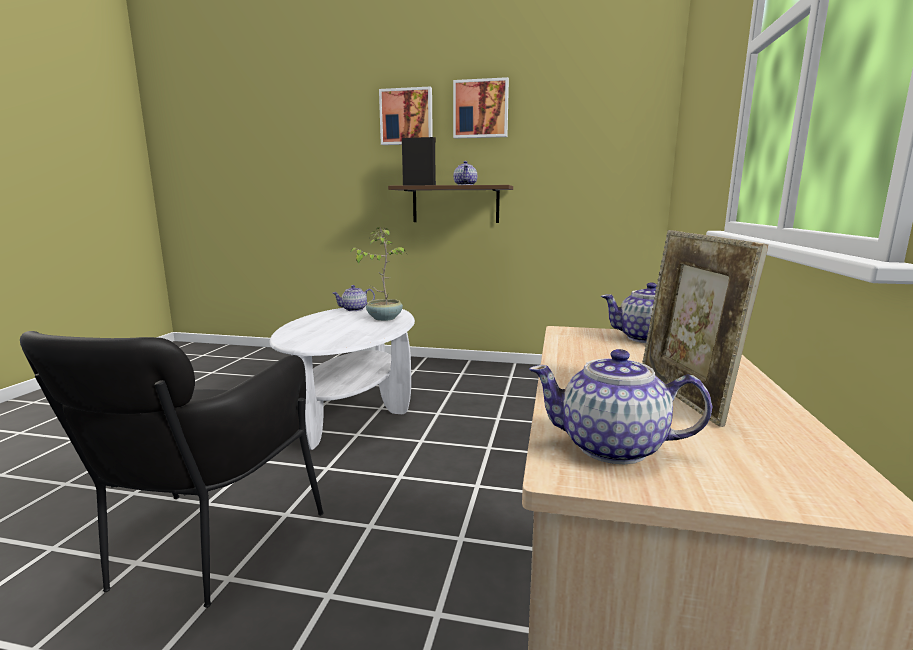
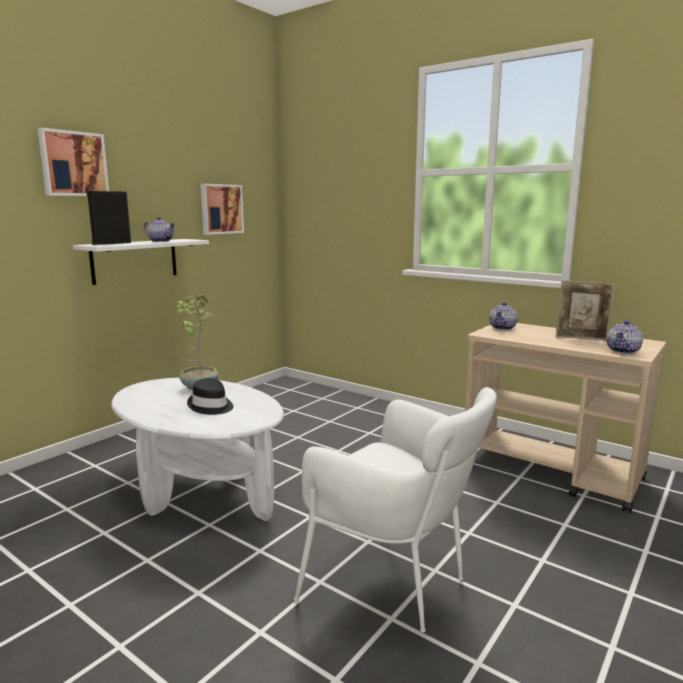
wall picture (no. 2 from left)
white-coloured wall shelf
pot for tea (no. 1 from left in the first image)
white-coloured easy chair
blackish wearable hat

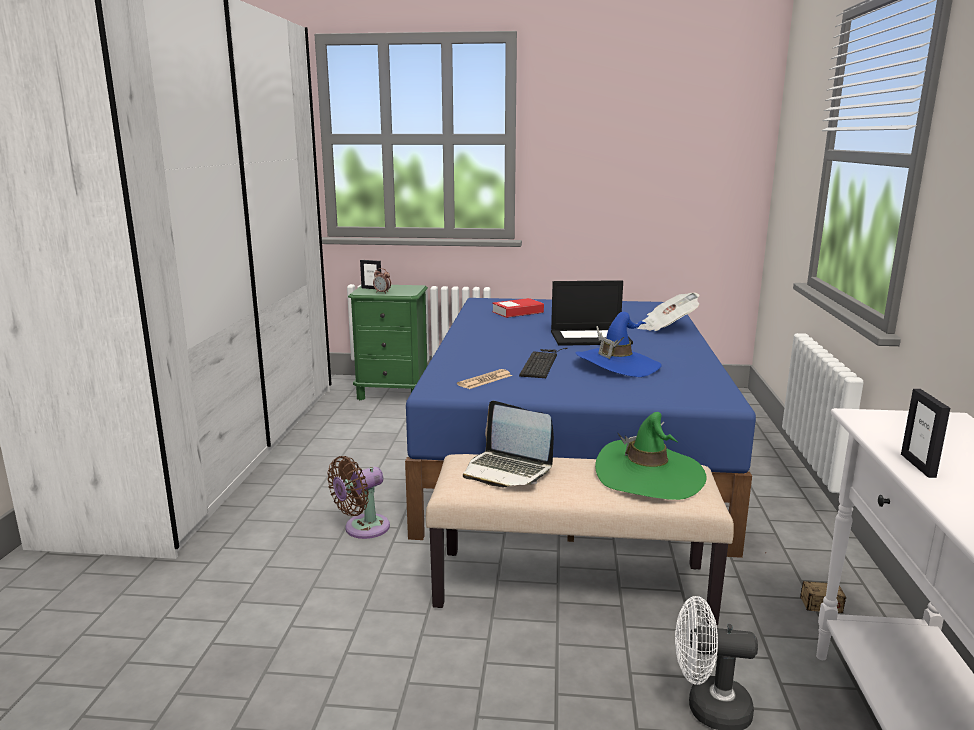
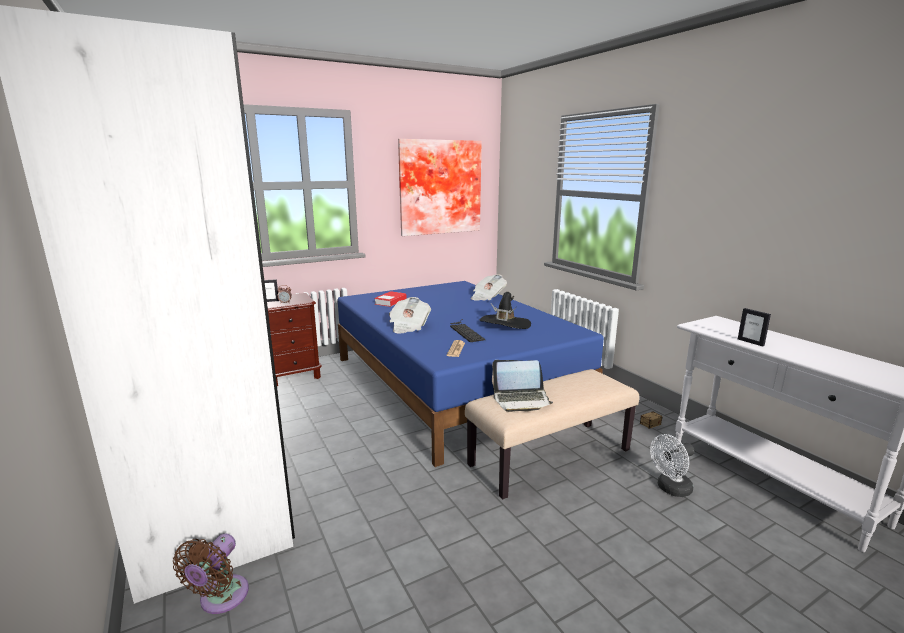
laptop (no. 2 from left in the first image)
brown nightstand
blackish wearable hat
green-coloured wearable hat
brown fan
wall picture
daily paper (no. 1 from left)

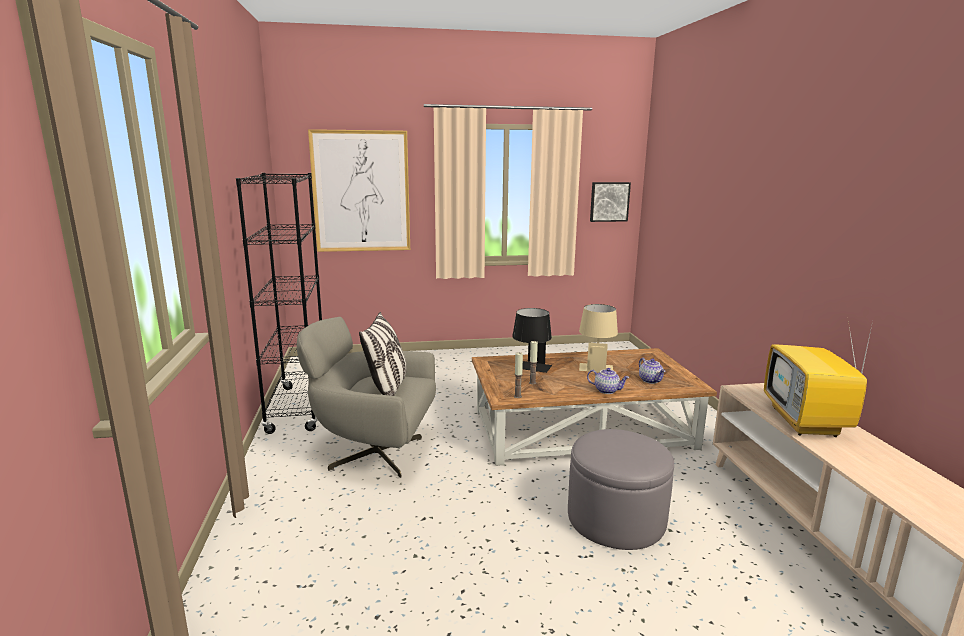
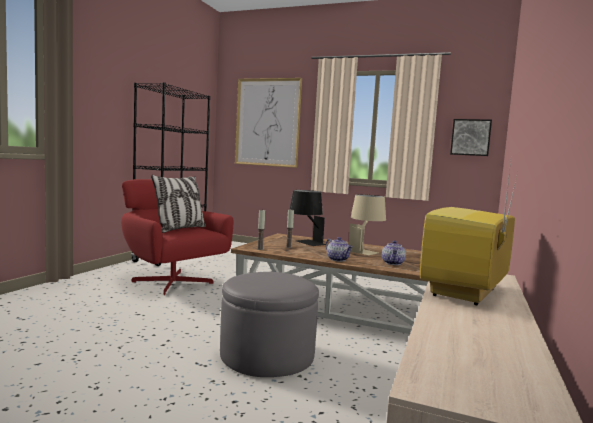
red easy chair

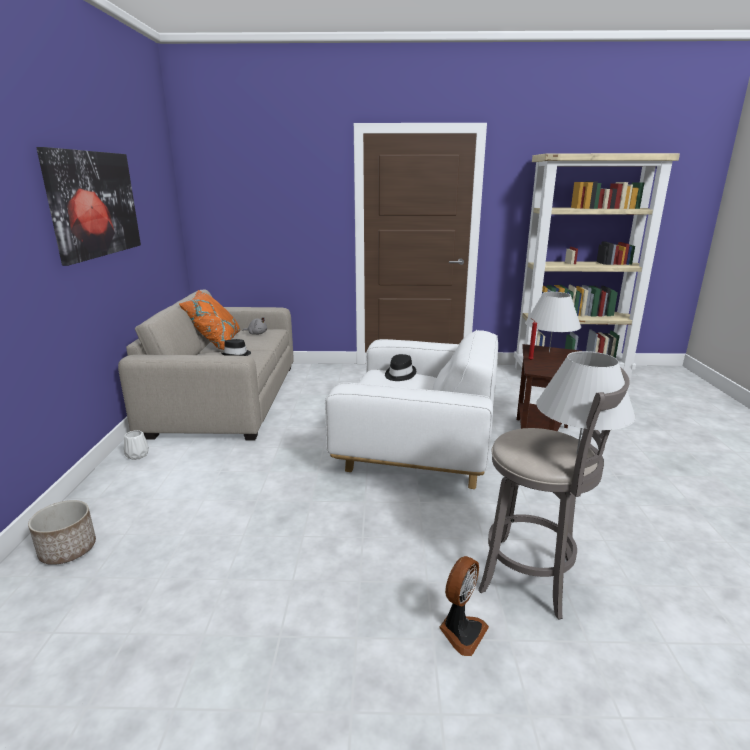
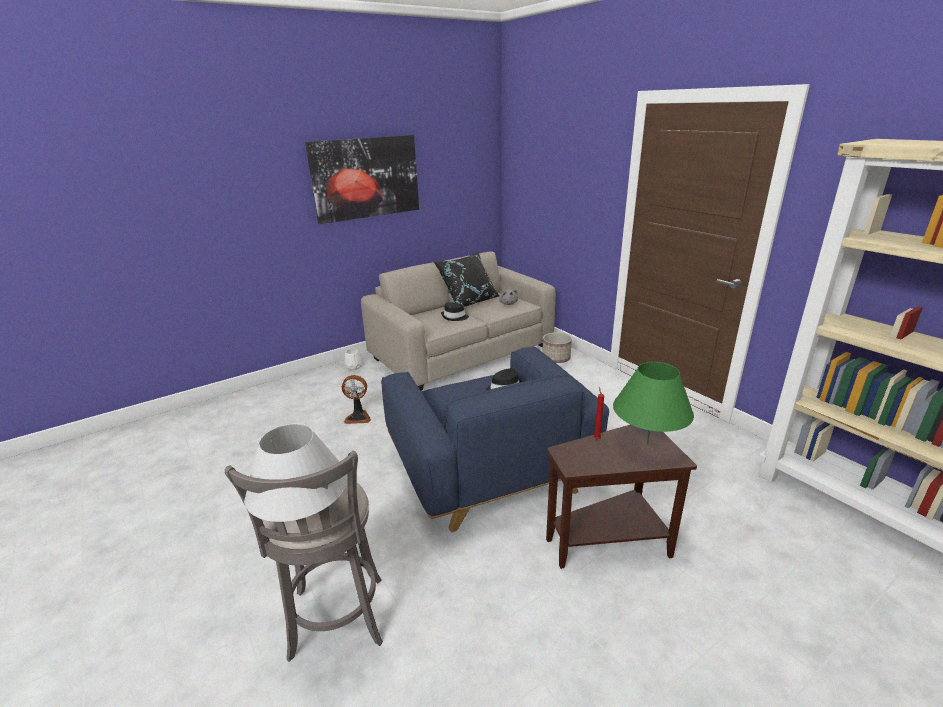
blackish pillow
green-coloured lamp for a table
bluish easy chair
plant pot
fan

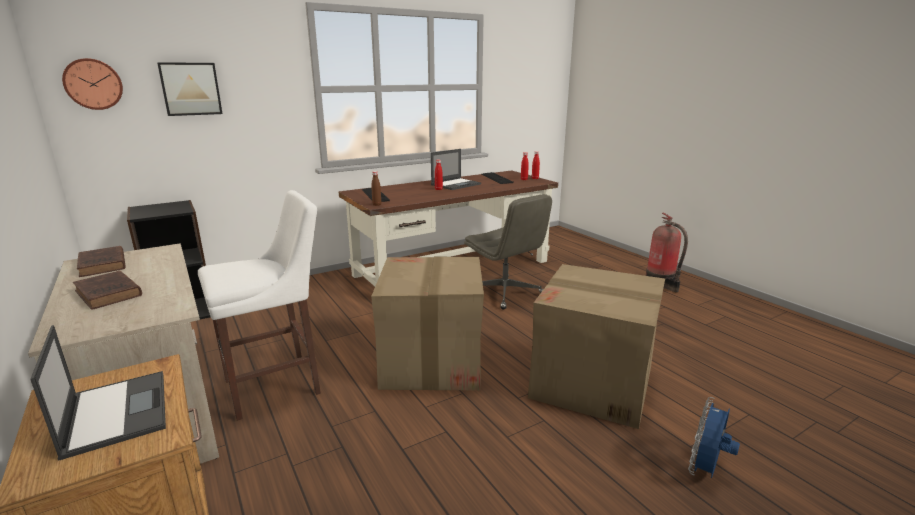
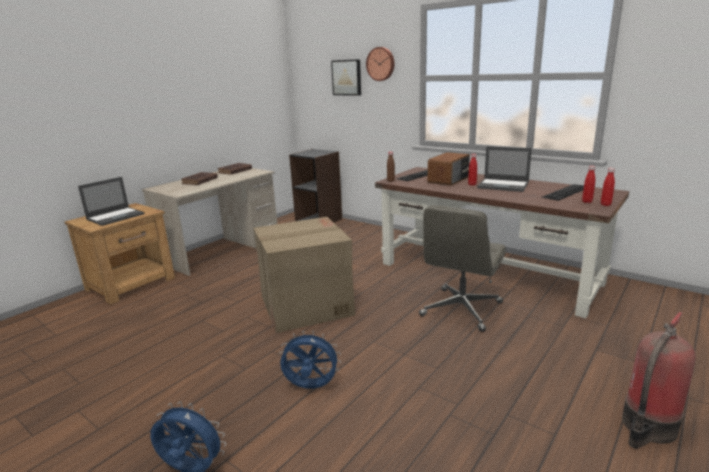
wall clock
white-coloured stool
bluish fan (no. 2 from left)
radio set

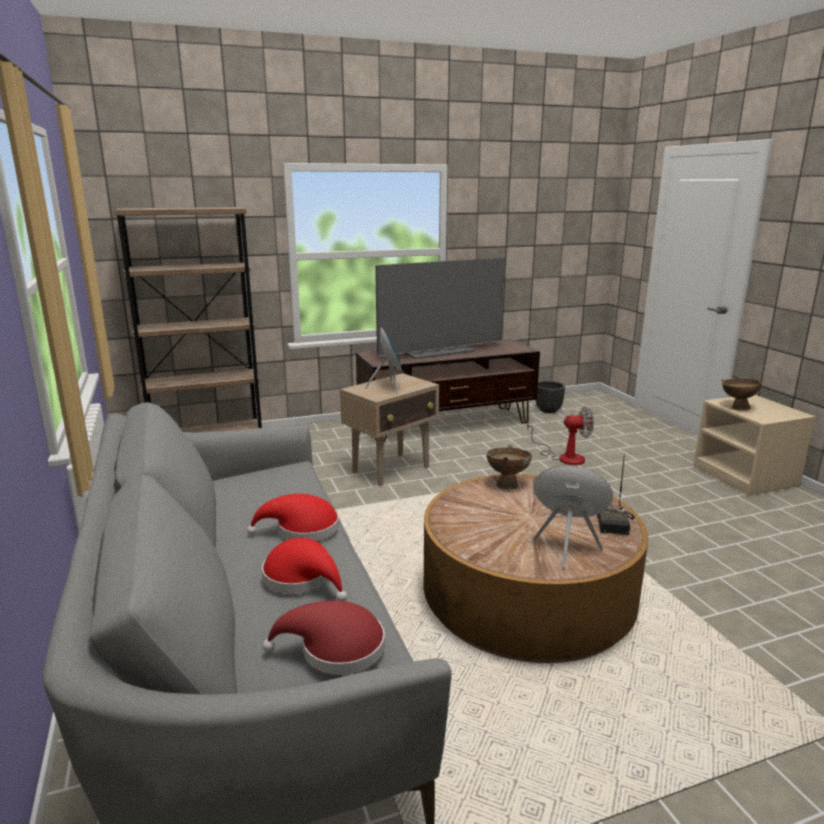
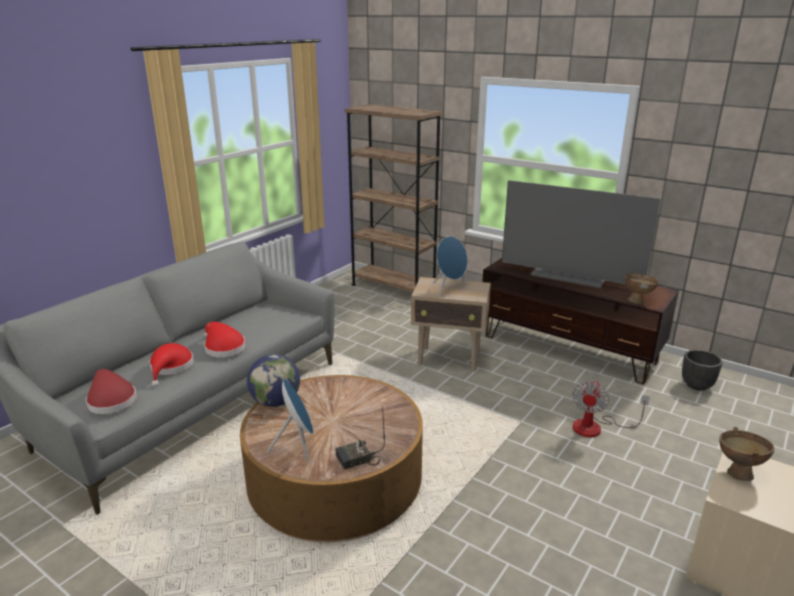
fan
brown bowl (no. 1 from left)
world globe

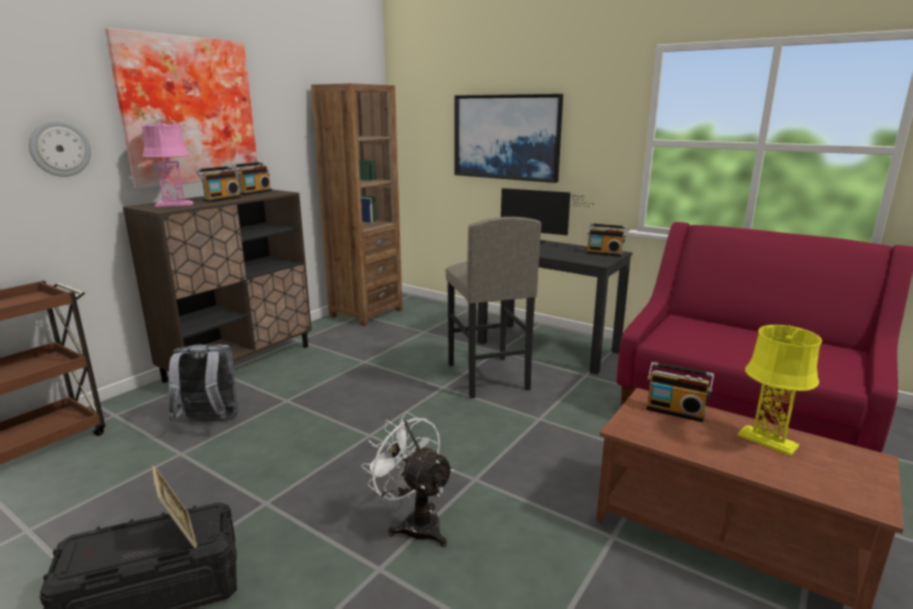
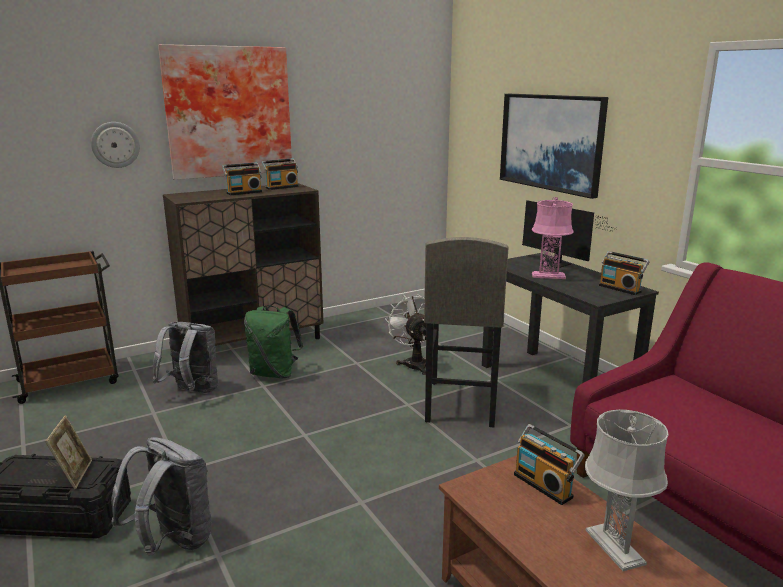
brown shelving unit
pink lamp for a table
grey lamp for a table
white-coloured fan
green-coloured rucksack
grey rucksack (no. 1 from left)

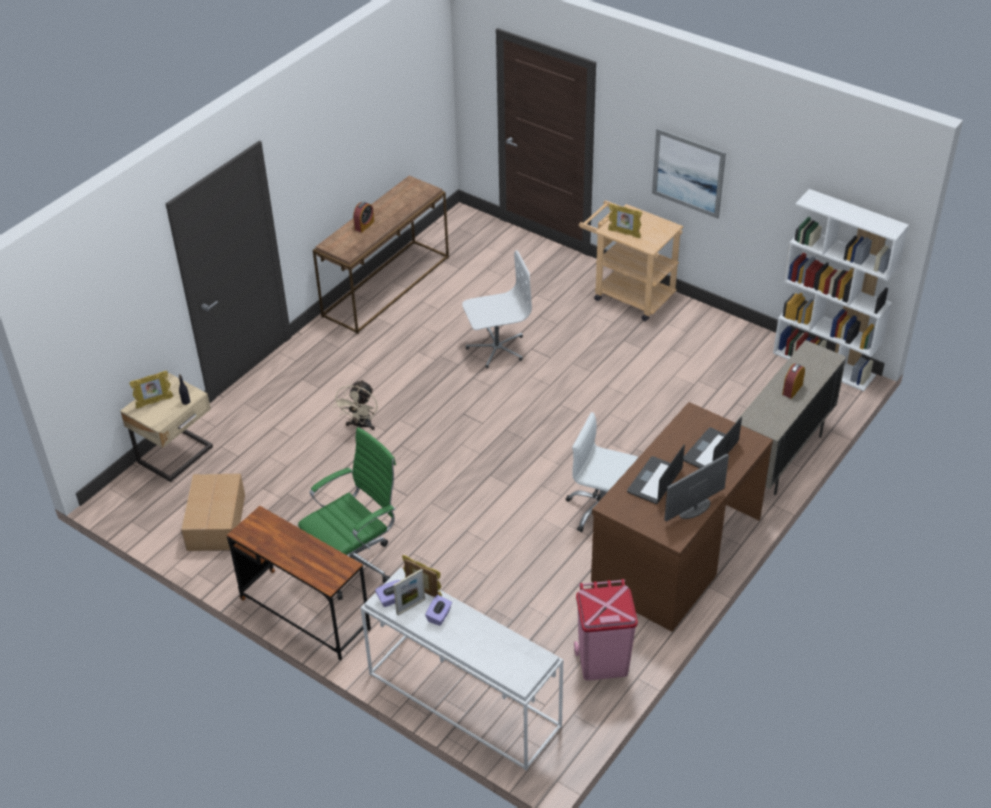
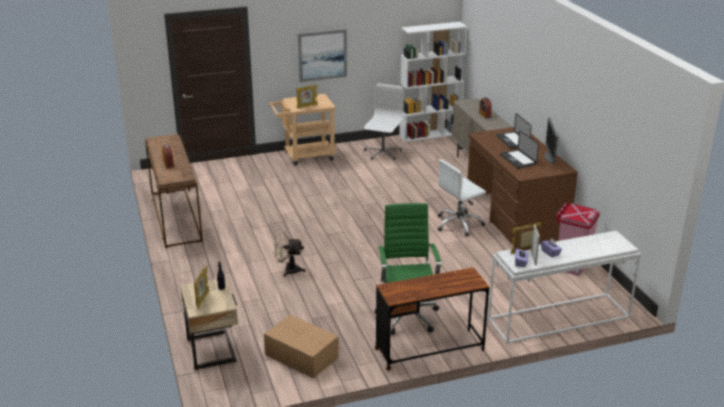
white-coloured desk chair (no. 1 from left)
beige-coloured fan

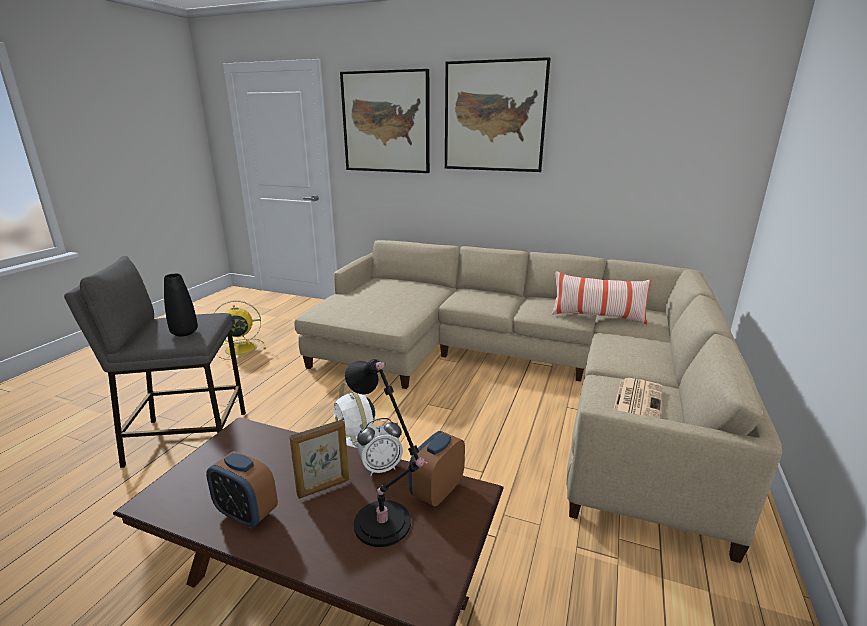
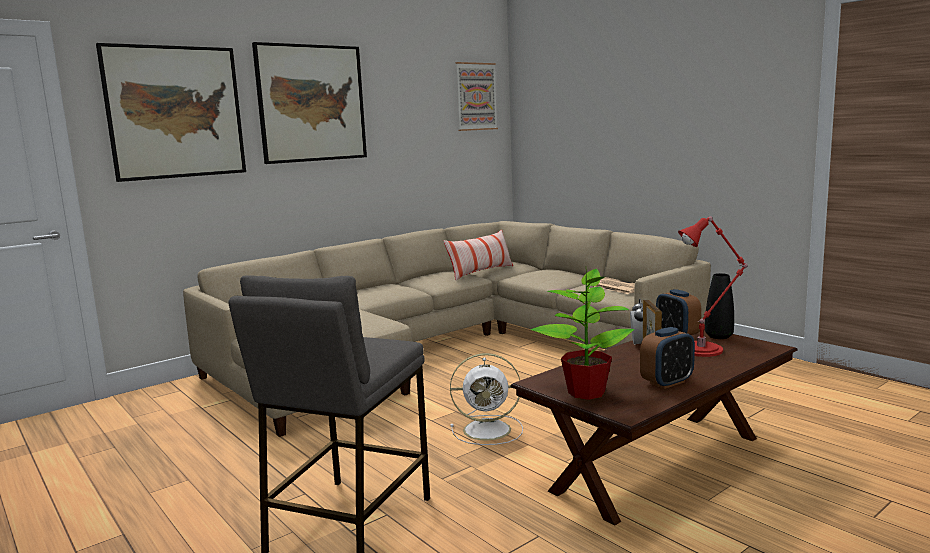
blackish vase
yellow-coloured fan
red lamp for a table
wall picture (no. 3 from left)
plant in a pot

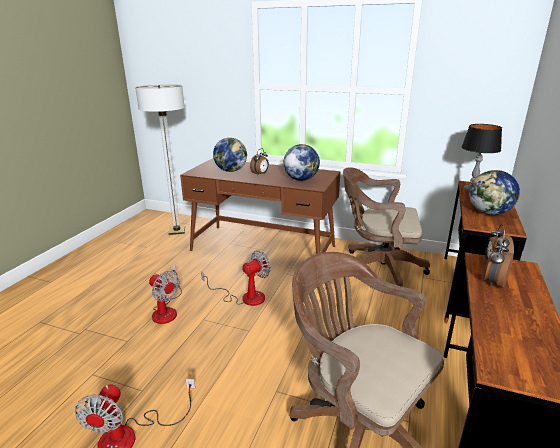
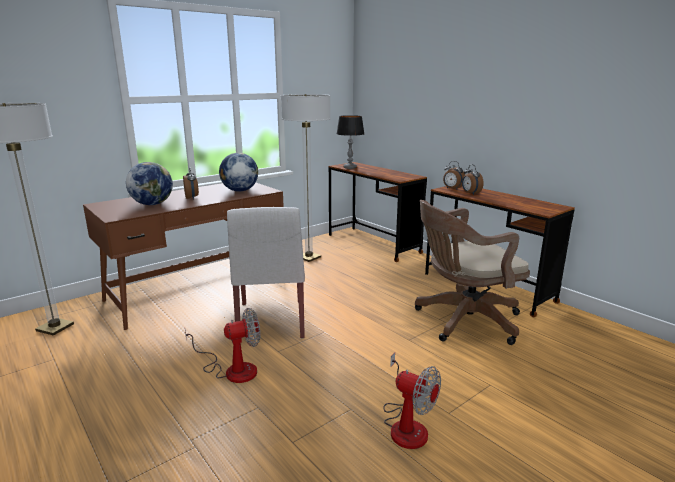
floor lamp (no. 2 from left)
world globe (no. 3 from left in the first image)
white-coloured chair

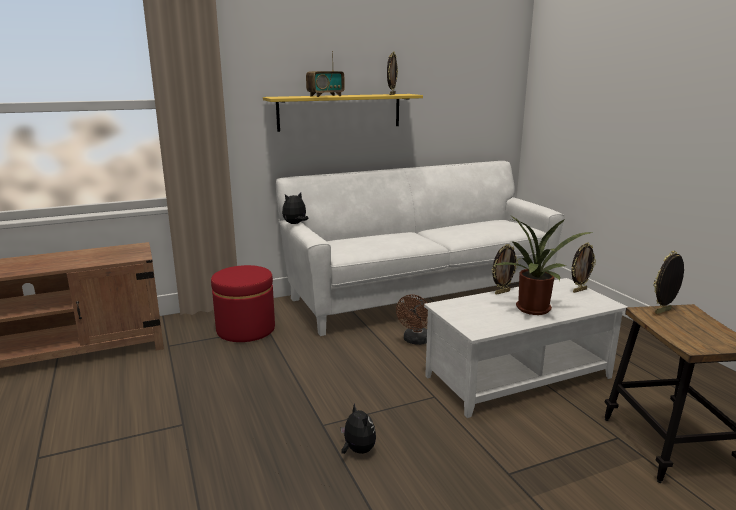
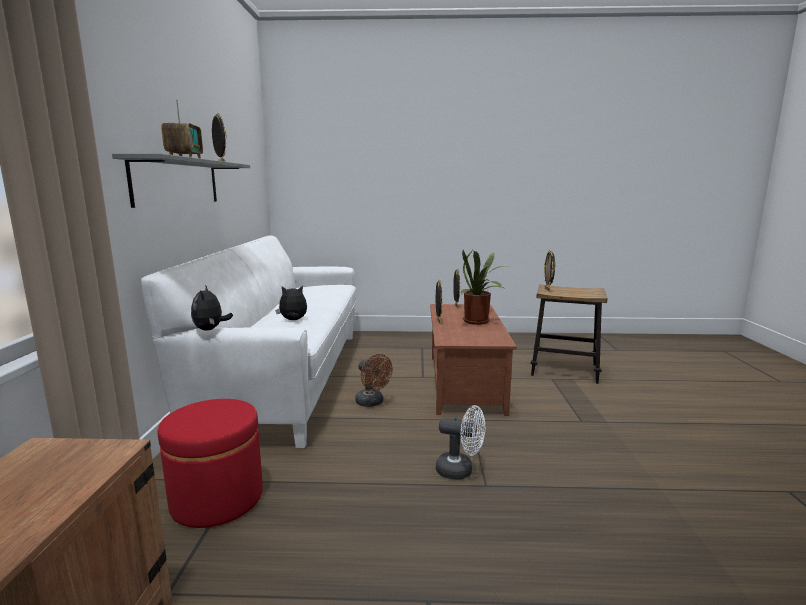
grey wall shelf
brown coffee table
plush toy (no. 2 from left)
white-coloured fan

